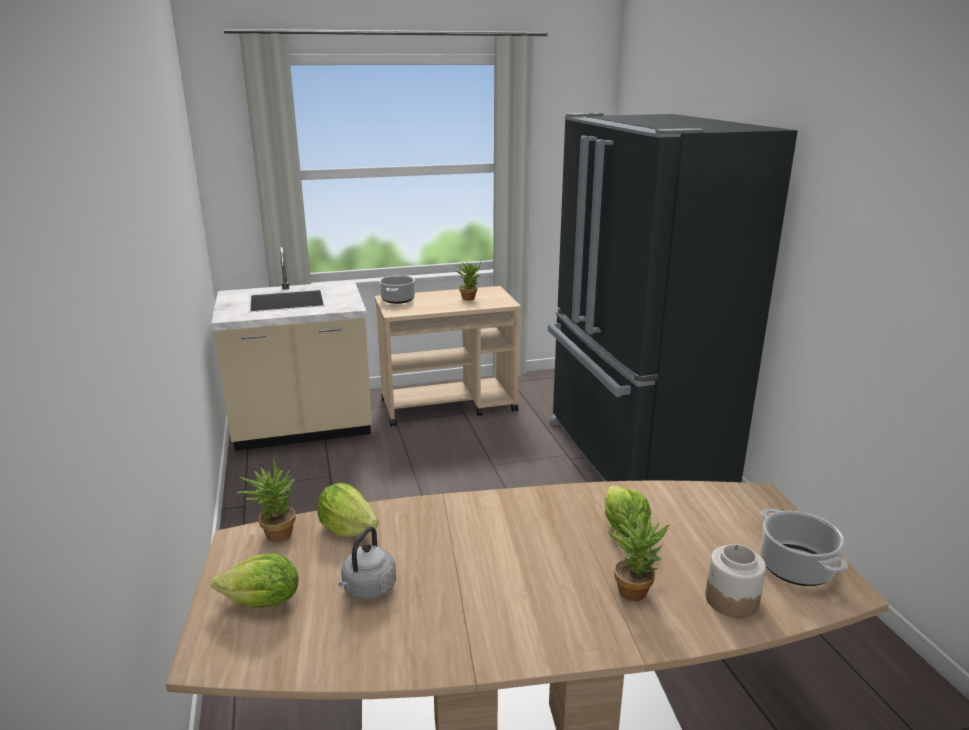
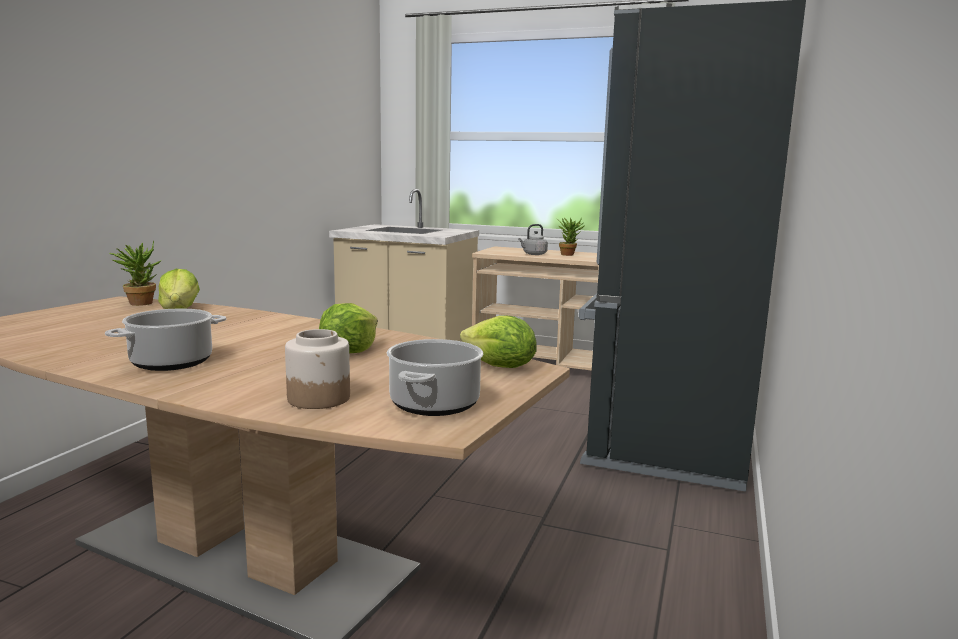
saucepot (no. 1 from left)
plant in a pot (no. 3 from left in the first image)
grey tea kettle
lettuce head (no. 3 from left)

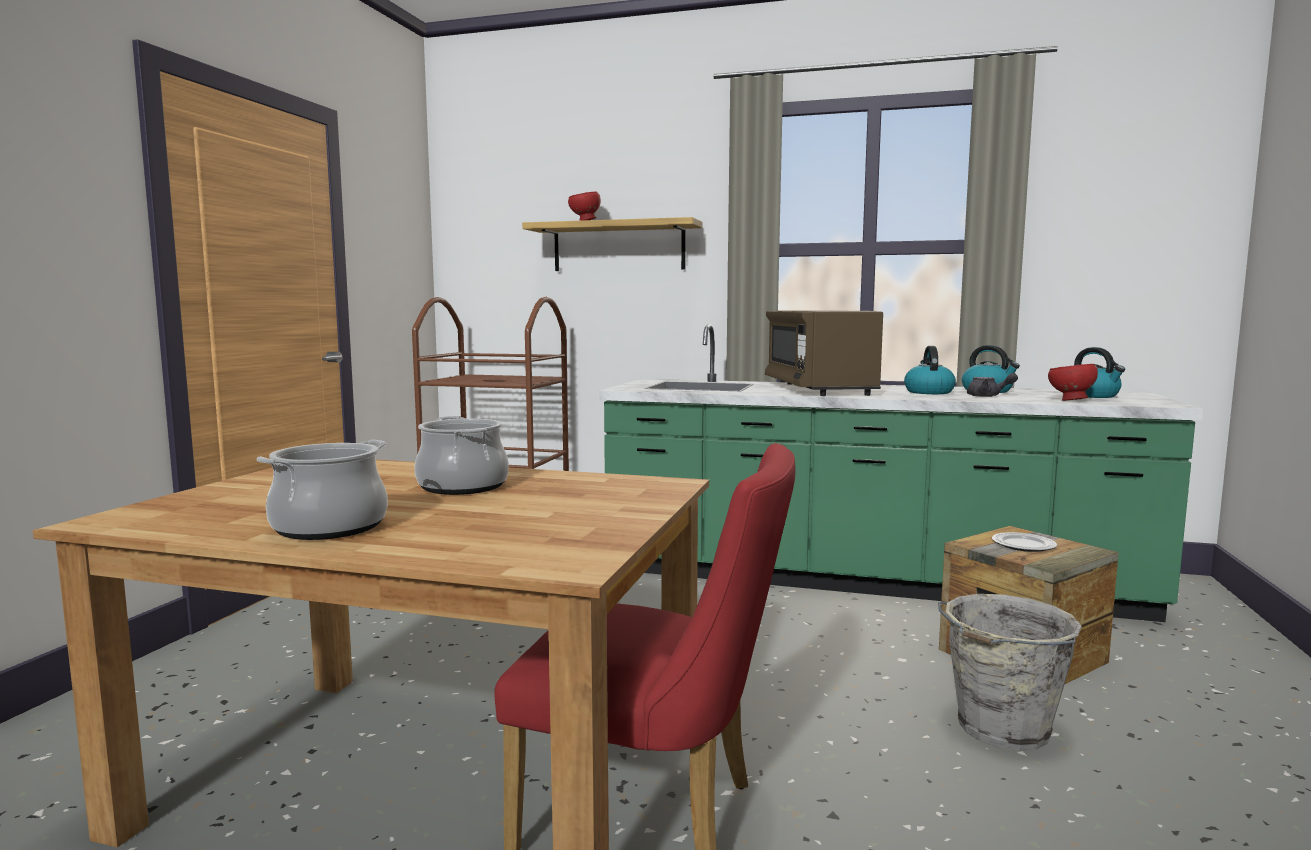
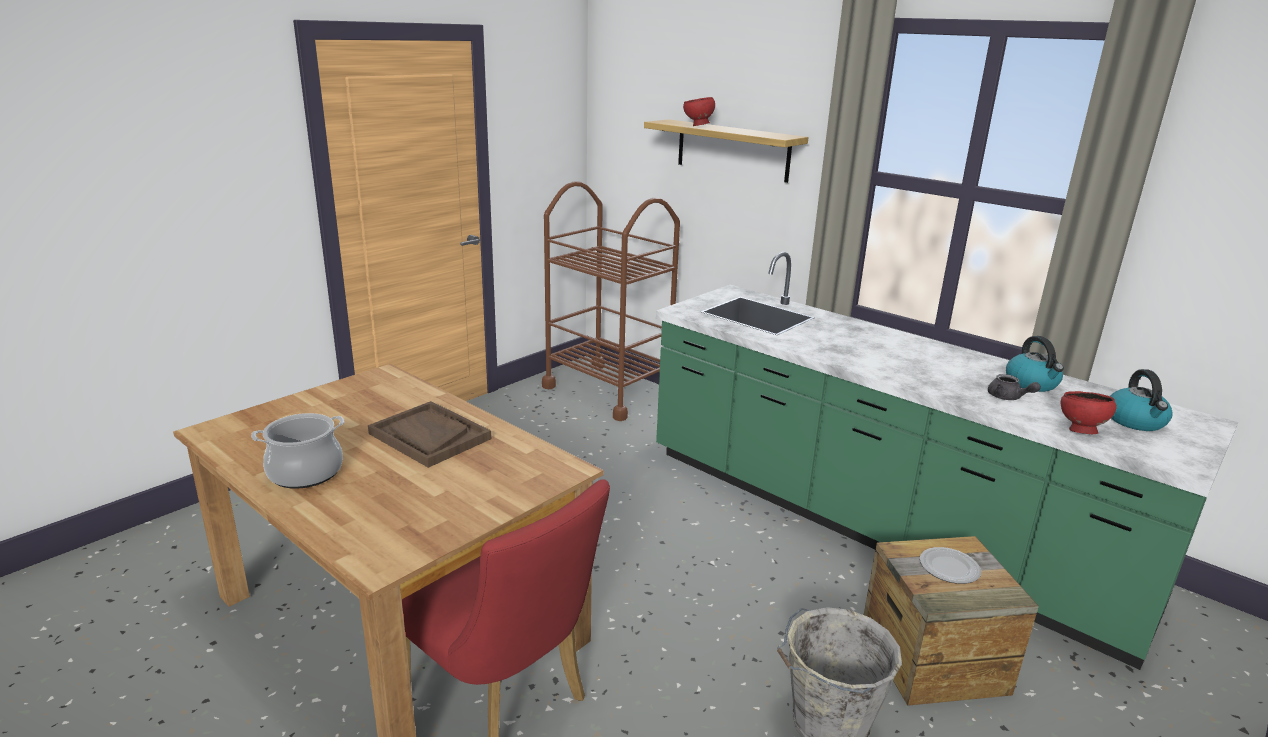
brown microwave
tea kettle (no. 1 from left in the first image)
brown carrying tray

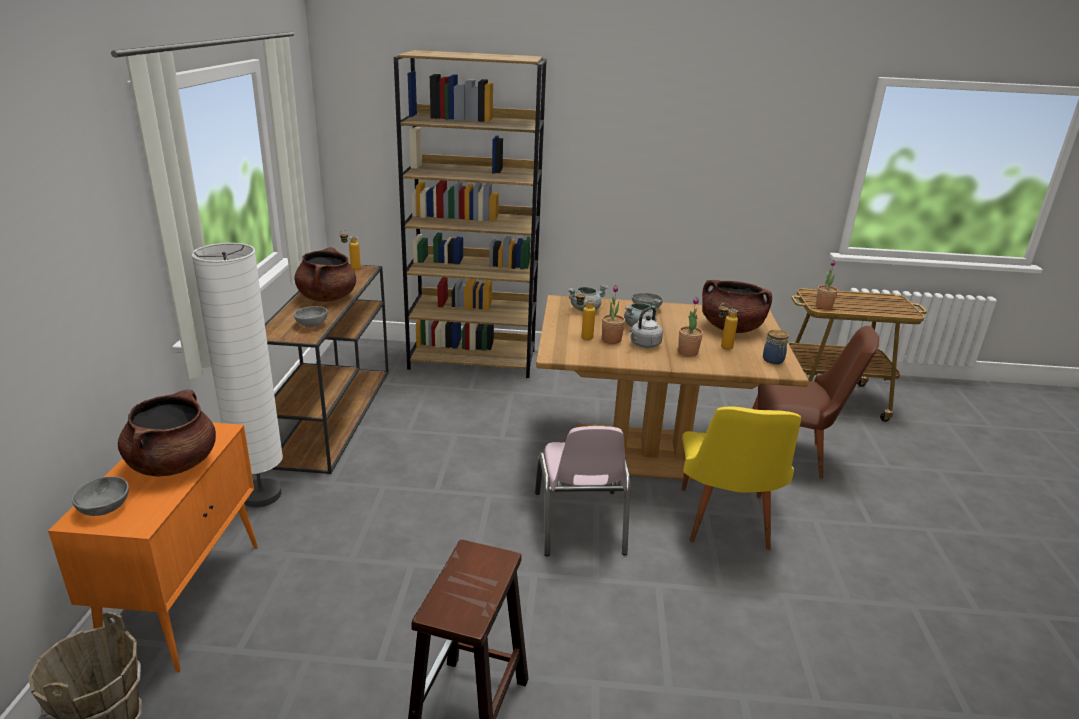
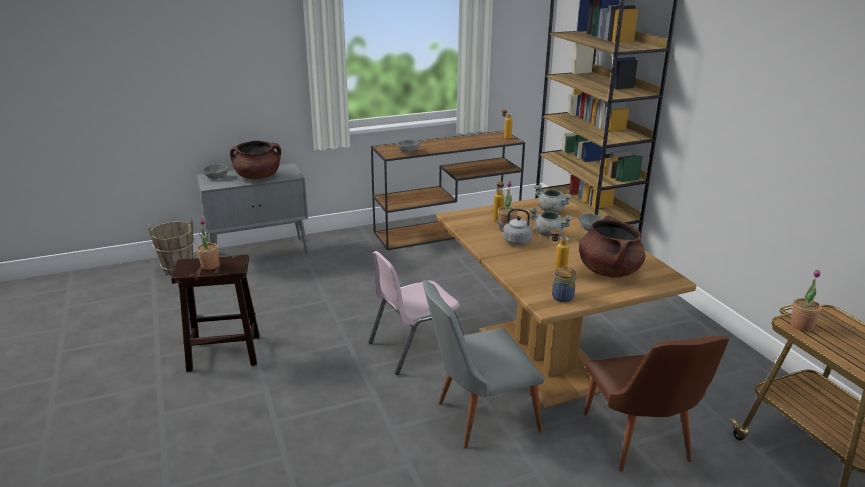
white-coloured floor lamp
brown saucepot (no. 2 from left in the first image)
plant in a pot (no. 1 from left)
grey chair
grey cabinet

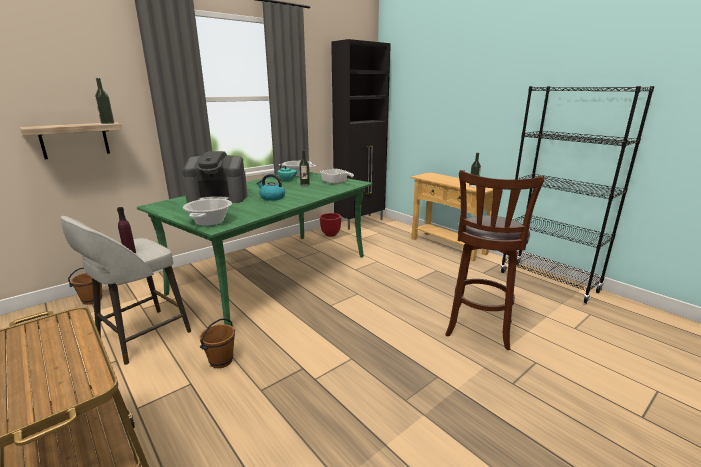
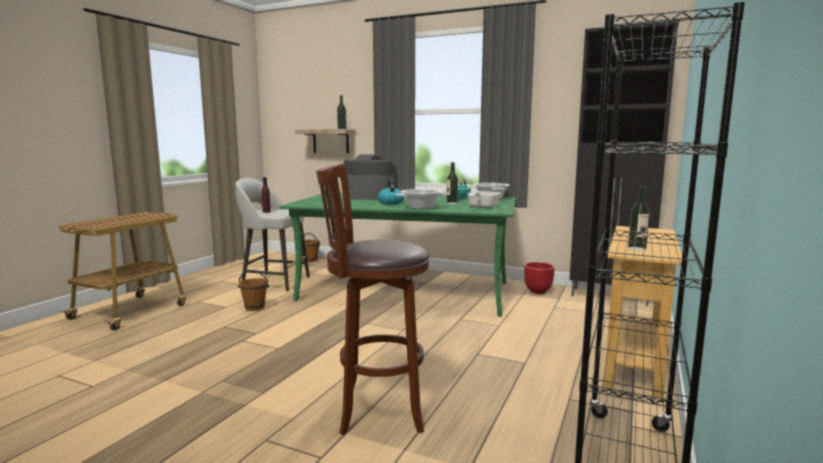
coffee brewer
saucepot (no. 1 from left)

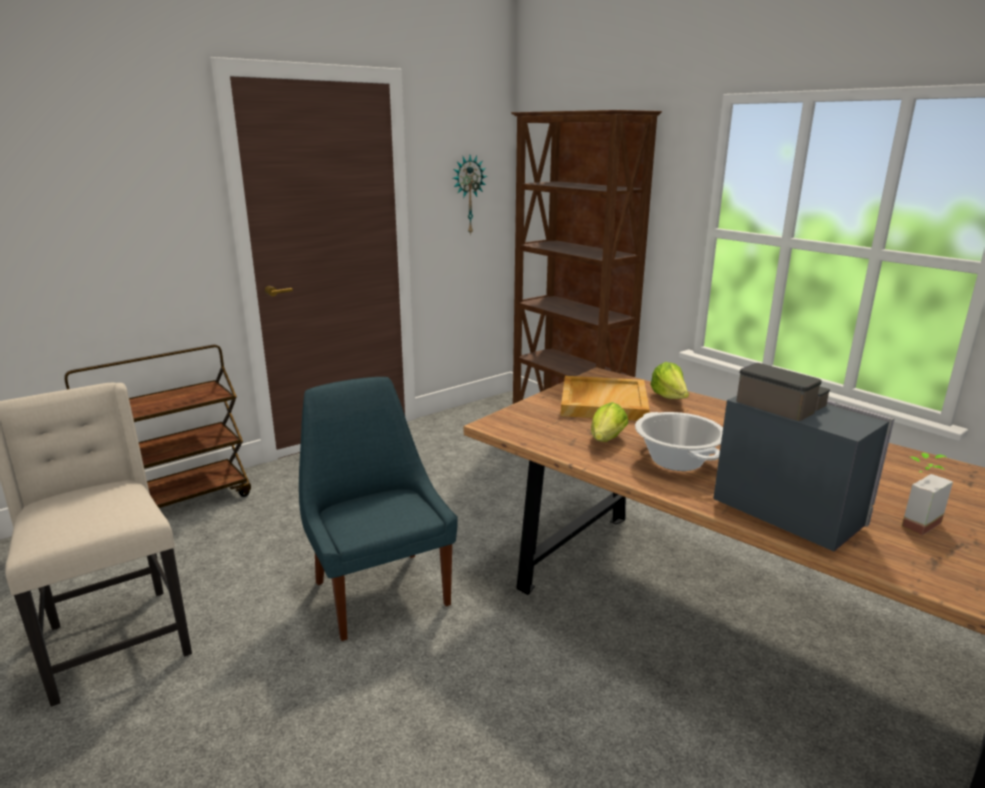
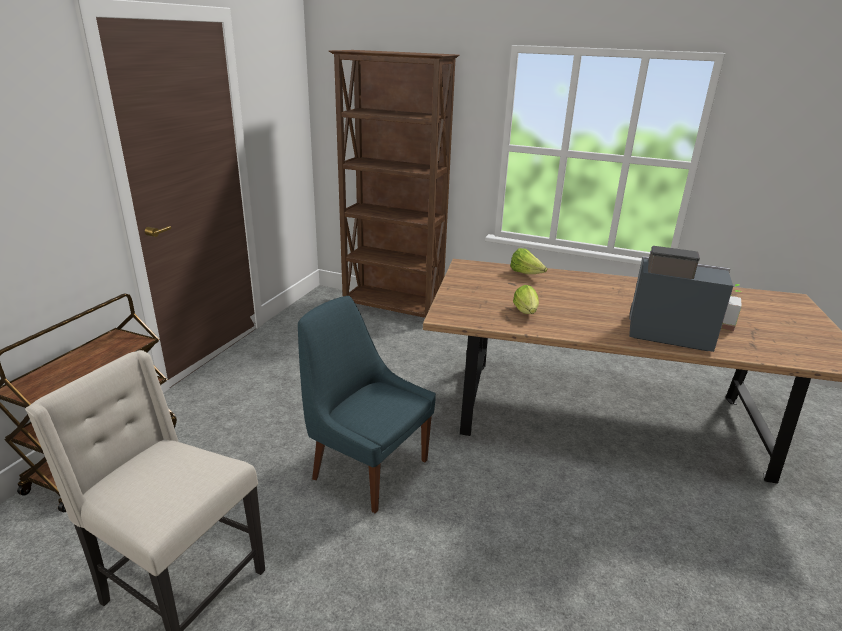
wall clock
beige-coloured carrying tray
saucepot

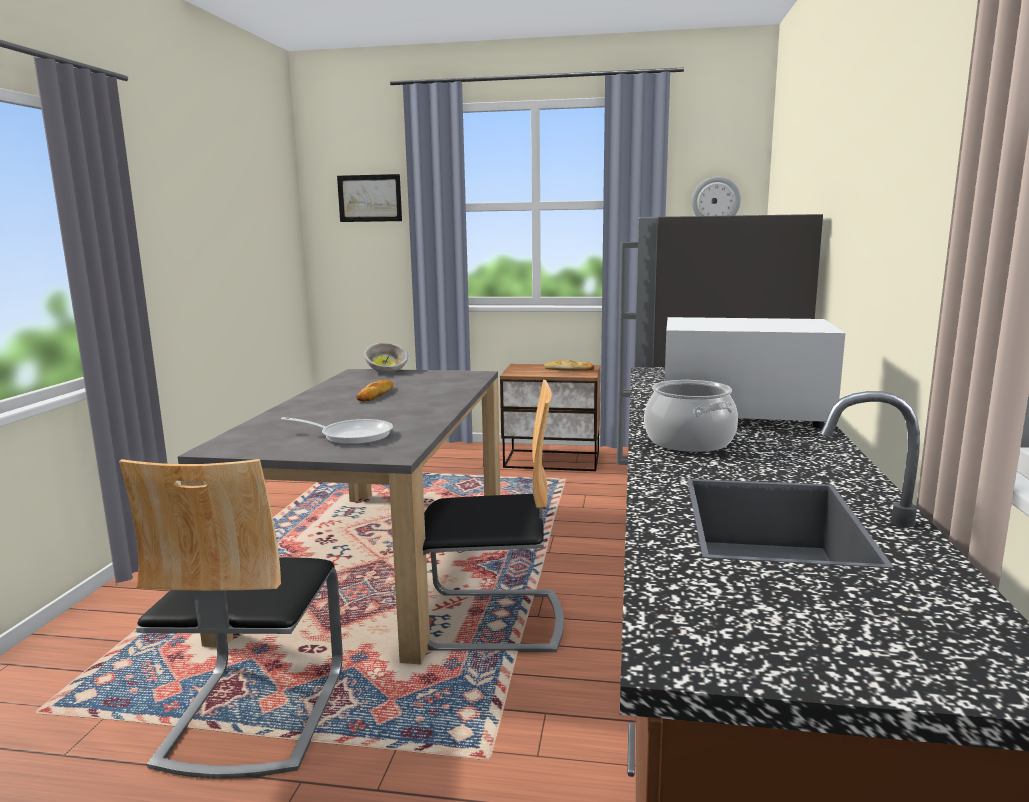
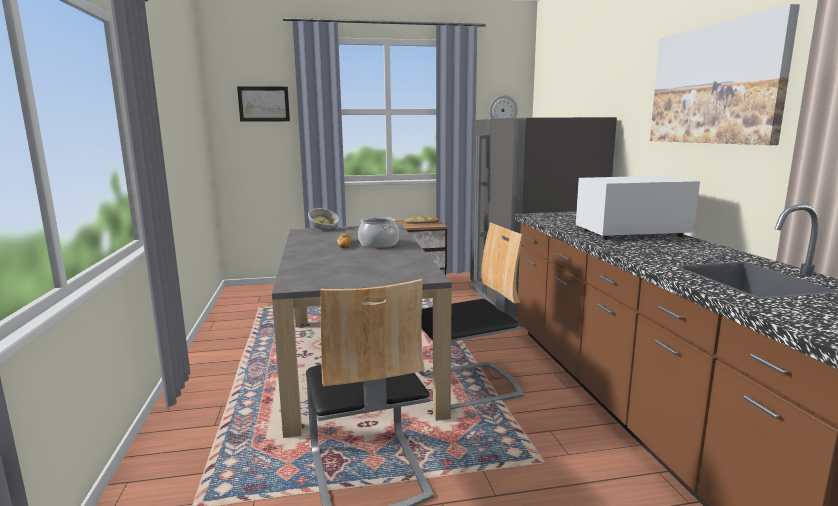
saucepot
pan
wall picture (no. 2 from left)

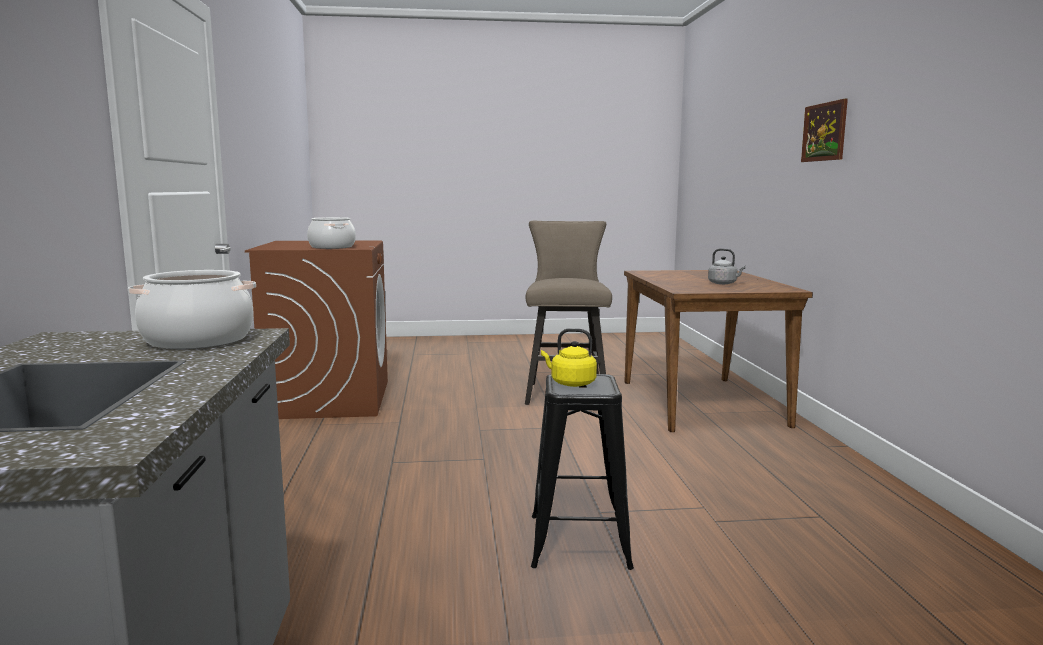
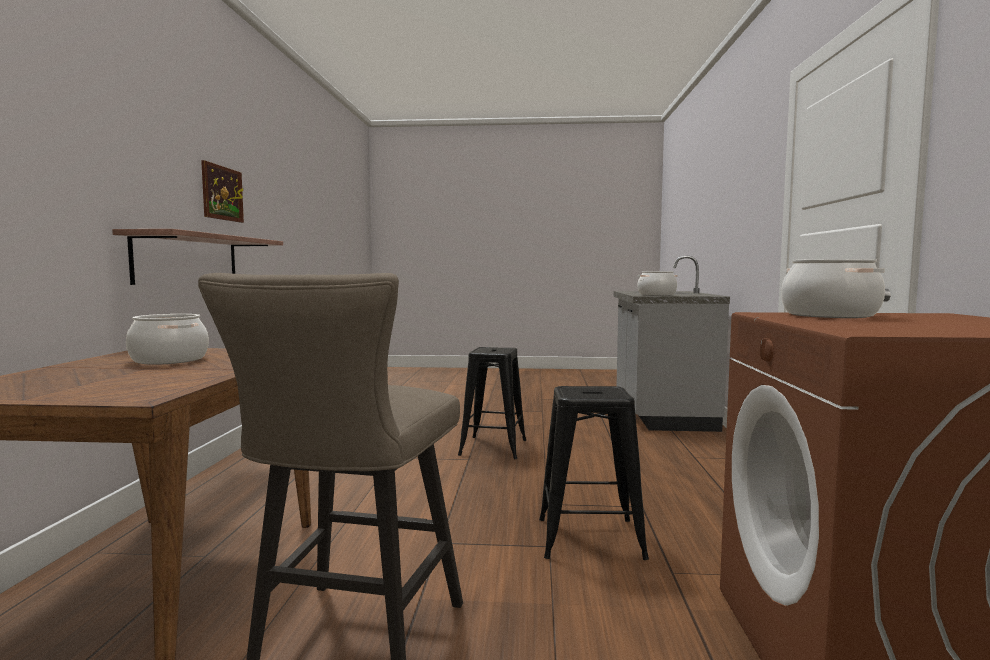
wall picture
saucepot (no. 1 from left)
yellow-coloured tea kettle
wall shelf
blackish stool (no. 2 from left)

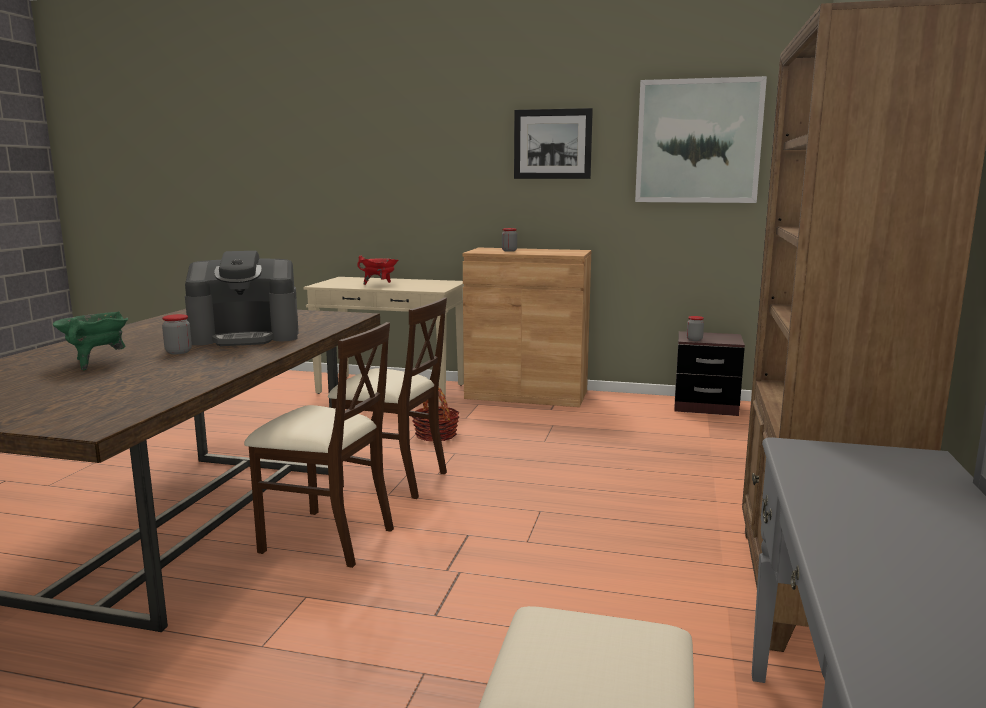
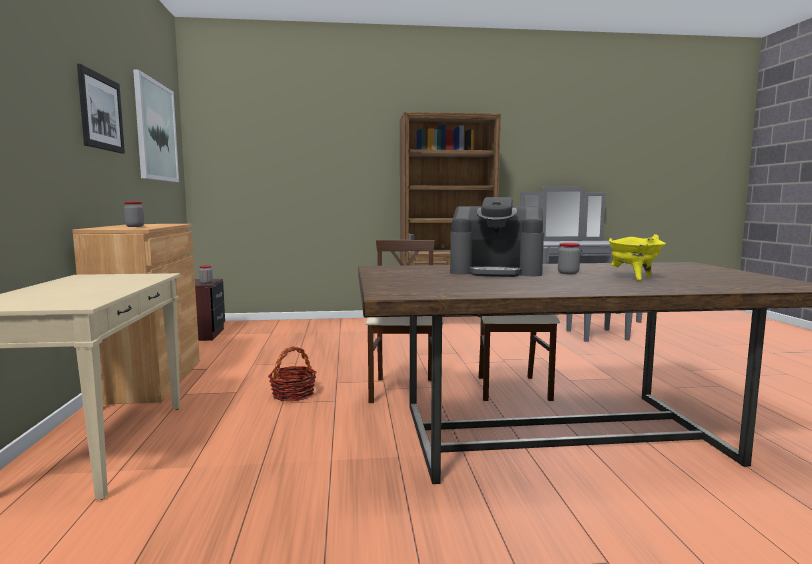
coffee brewer
red saucepot
yellow-coloured saucepot

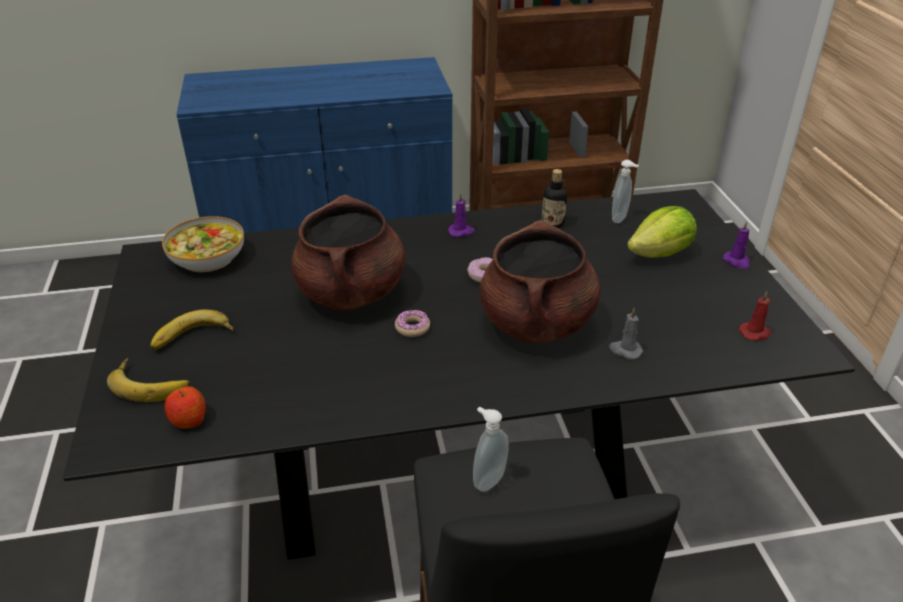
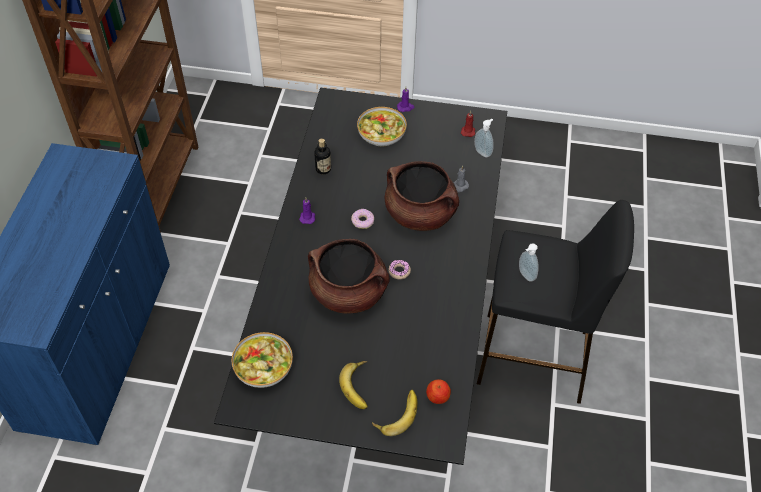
soap dispenser (no. 1 from left)
bowl (no. 2 from left)

